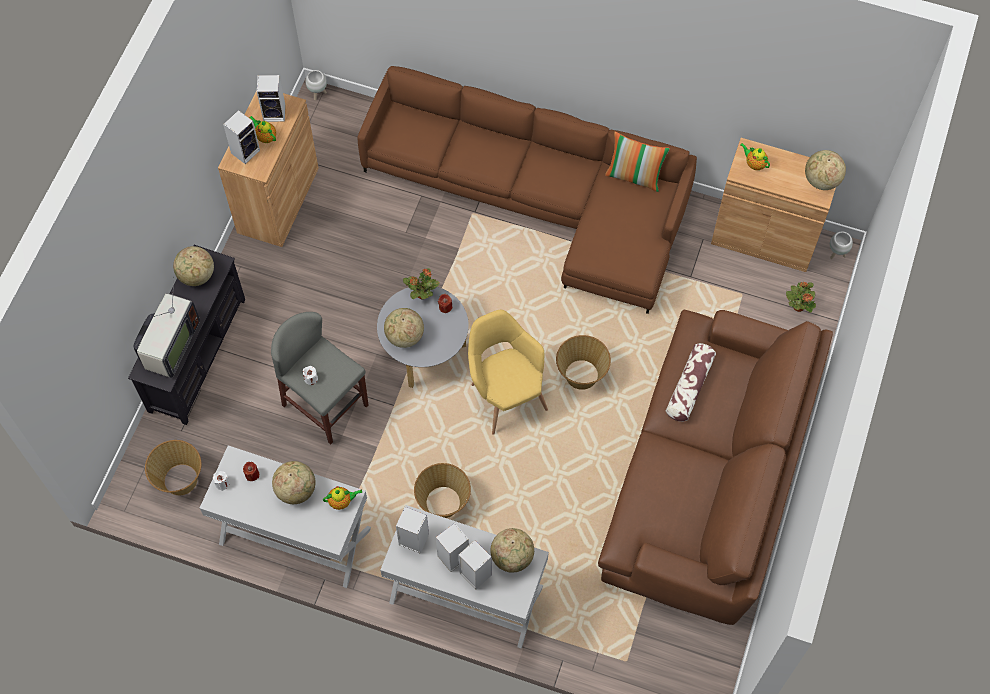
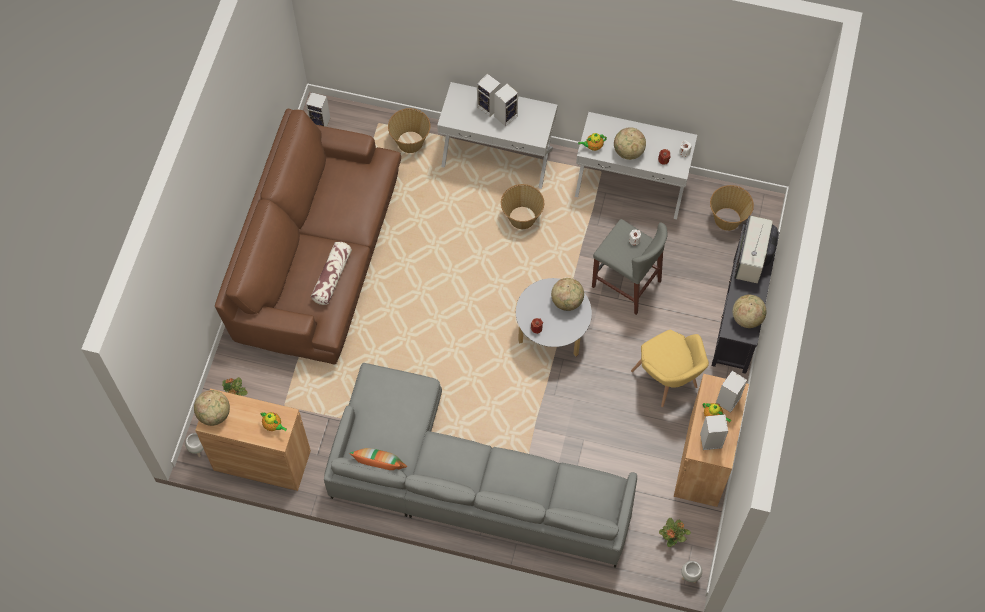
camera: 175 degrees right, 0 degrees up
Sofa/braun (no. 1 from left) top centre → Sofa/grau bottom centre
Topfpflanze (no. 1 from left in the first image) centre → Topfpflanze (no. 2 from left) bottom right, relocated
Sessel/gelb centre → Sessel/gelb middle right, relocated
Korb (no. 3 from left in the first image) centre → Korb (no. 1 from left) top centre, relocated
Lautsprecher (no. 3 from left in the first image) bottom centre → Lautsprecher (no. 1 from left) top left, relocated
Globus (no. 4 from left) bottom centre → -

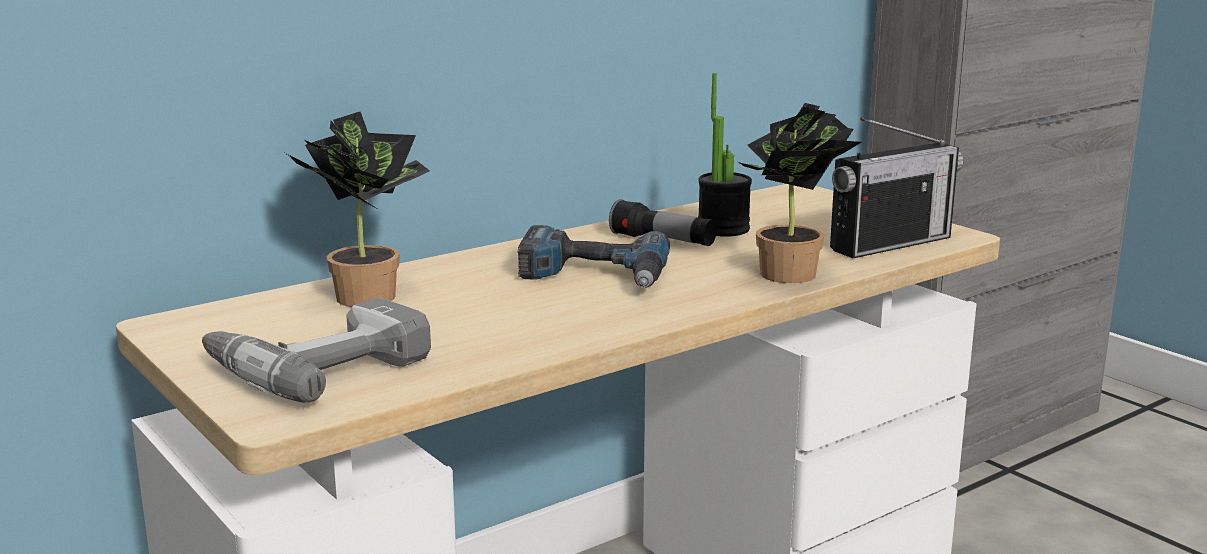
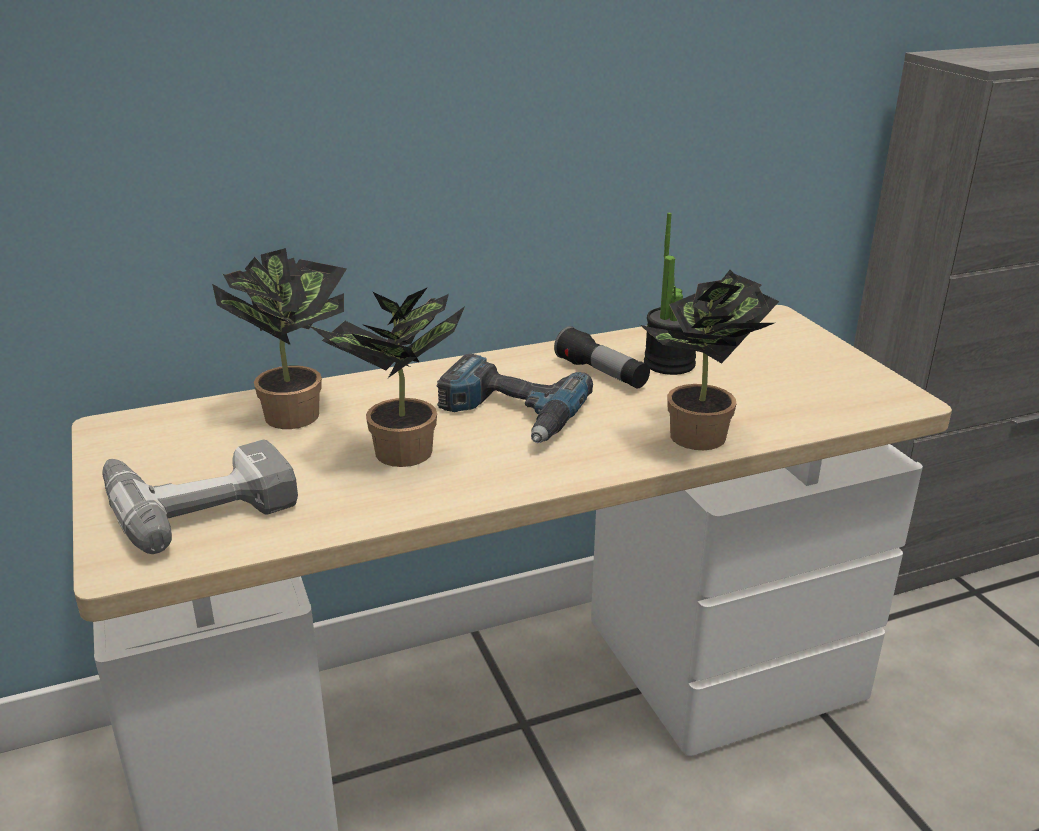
camera: 15 degrees right, 10 degrees up
Radio middle right → -
- → Topfpflanze (no. 2 from left) centre

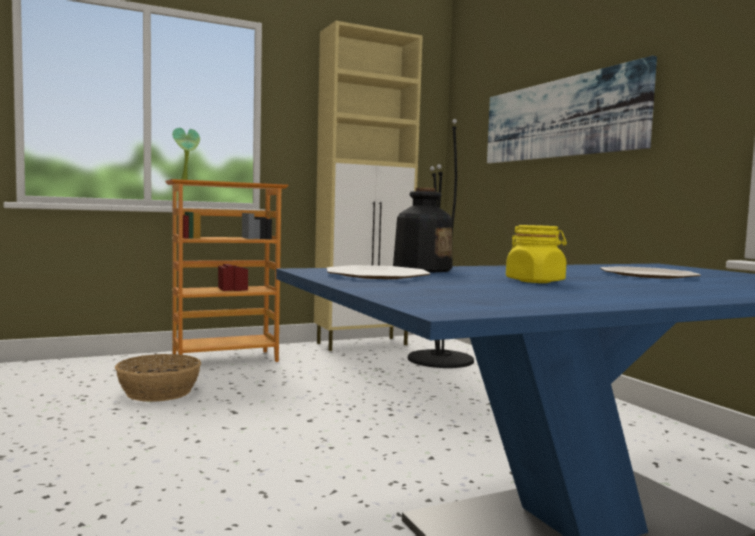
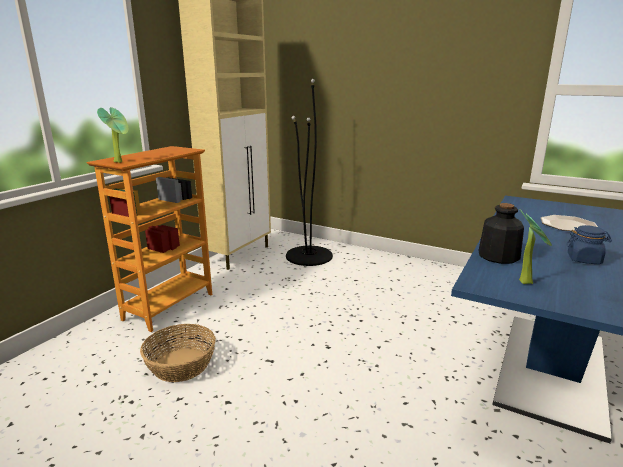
camera: 35 degrees left, 15 degrees up
Bild top right → -
Vorratsglas/gelb middle right → Vorratsglas/blau middle right
Teller (no. 1 from left) centre → Topfpflanze (no. 2 from left) middle right

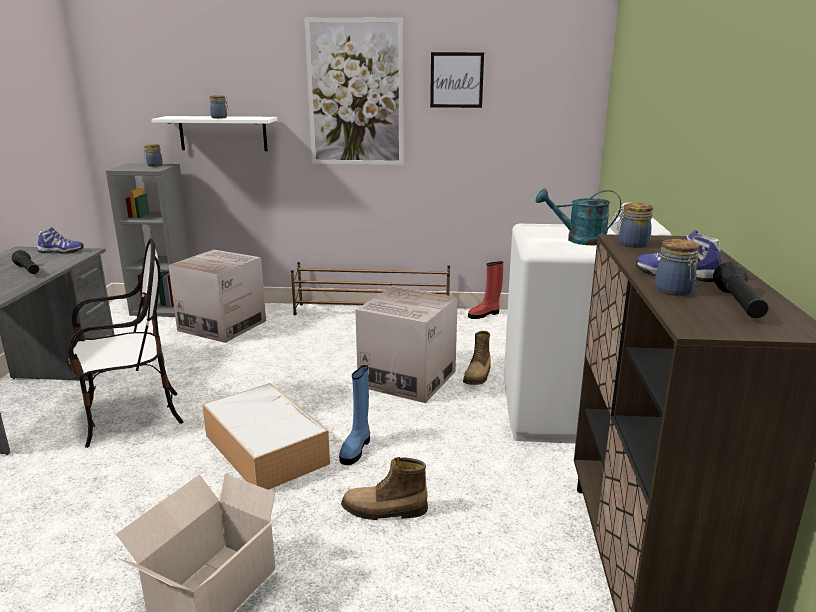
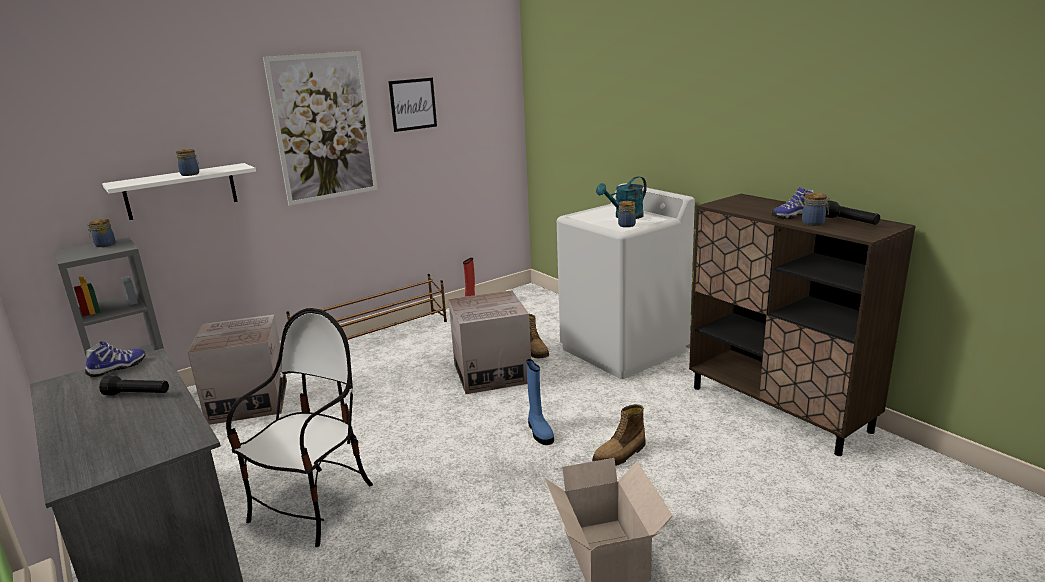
camera: 40 degrees left, 0 degrees up
Vorratsglas (no. 3 from left) middle right → Vorratsglas (no. 3 from left) centre, relocated
Aufbewahrungsbox bottom left → -

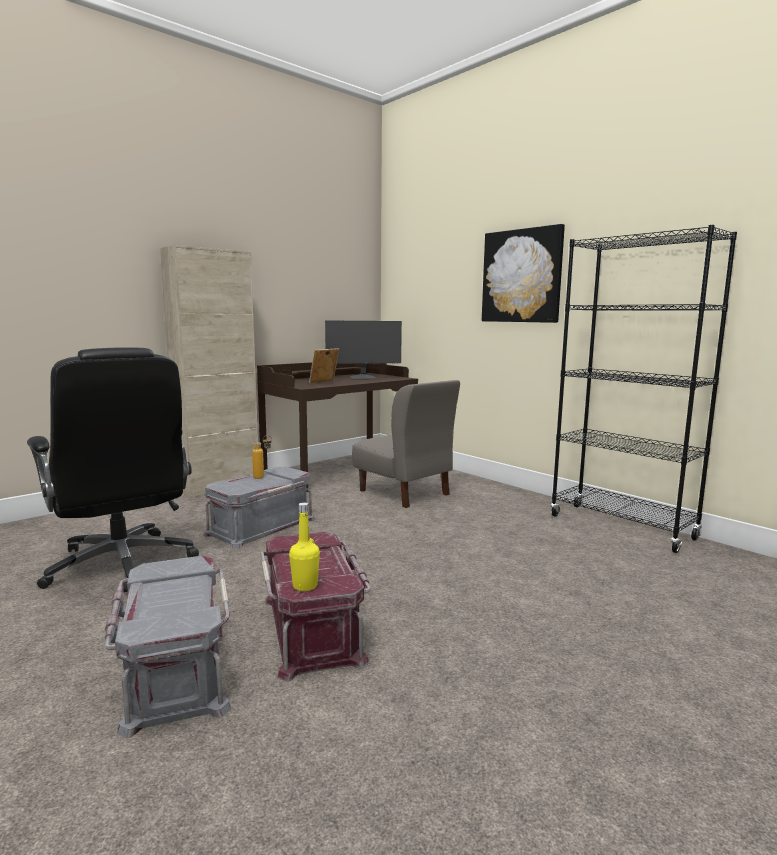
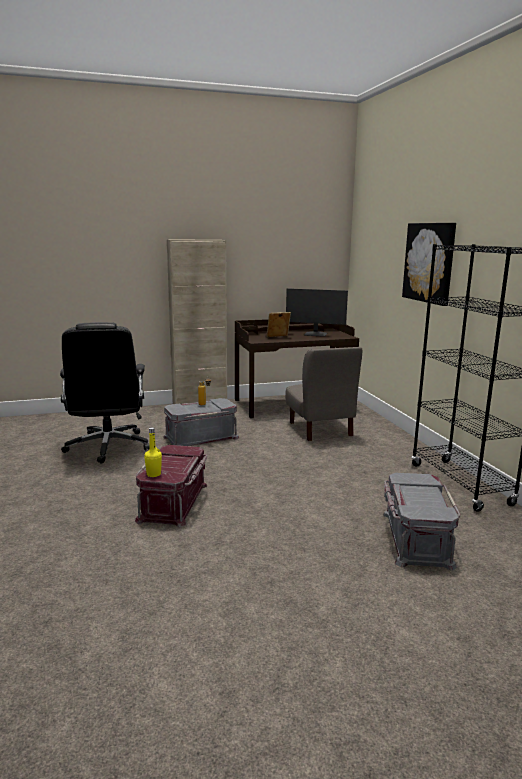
camera: 25 degrees right, 5 degrees up
Aufbewahrungsbox/grau (no. 1 from left in the first image) bottom left → Aufbewahrungsbox/grau (no. 2 from left) bottom right, relocated

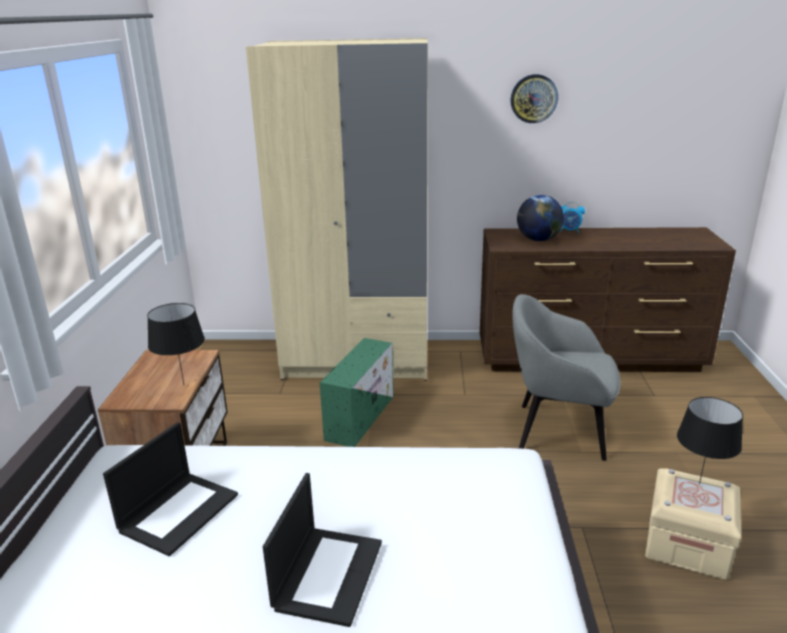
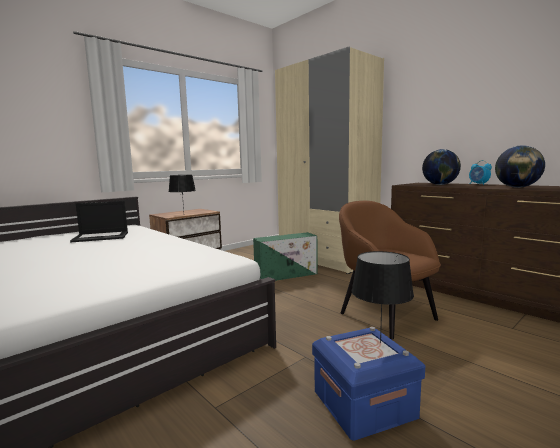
camera: 45 degrees right, 15 degrees down
Wanduhr top right → -
Sessel/grau middle right → Sessel/braun middle right
Aufbewahrungsbox/beige bottom right → Aufbewahrungsbox/blau bottom centre
Laptop (no. 2 from left) bottom centre → -
- → Globus (no. 2 from left) middle right

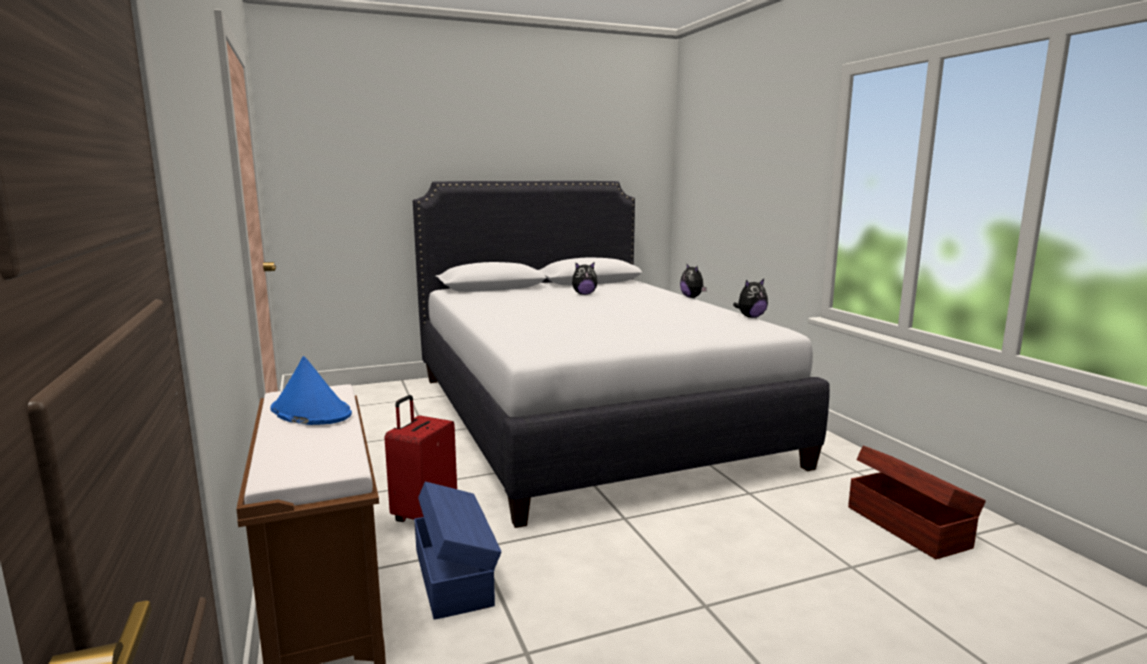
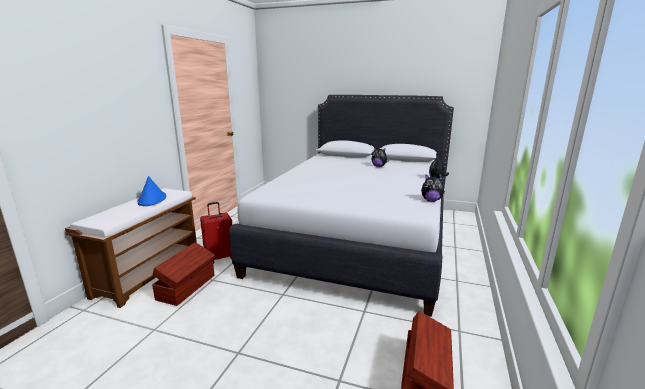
camera: 40 degrees right, 5 degrees up
Aufbewahrungsbox/blau bottom centre → Aufbewahrungsbox/braun (no. 1 from left) bottom left

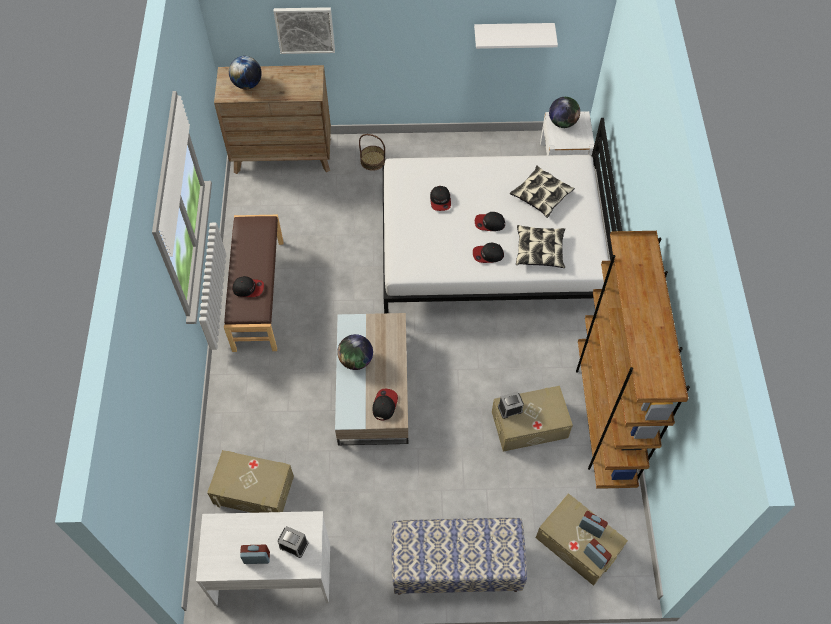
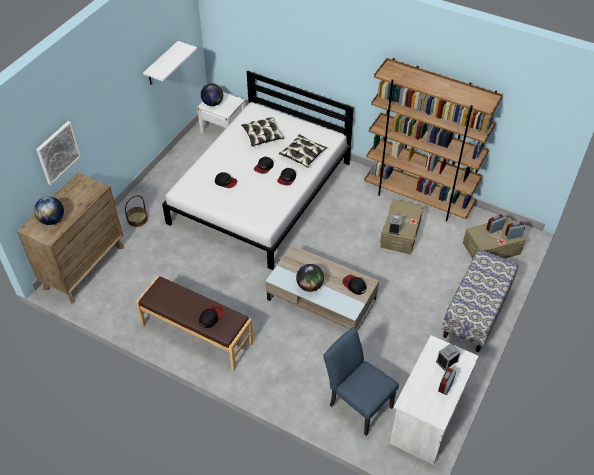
camera: 60 degrees left, 10 degrees down
Aufbewahrungsbox/beige (no. 1 from left) bottom left → Stuhl/blau bottom centre

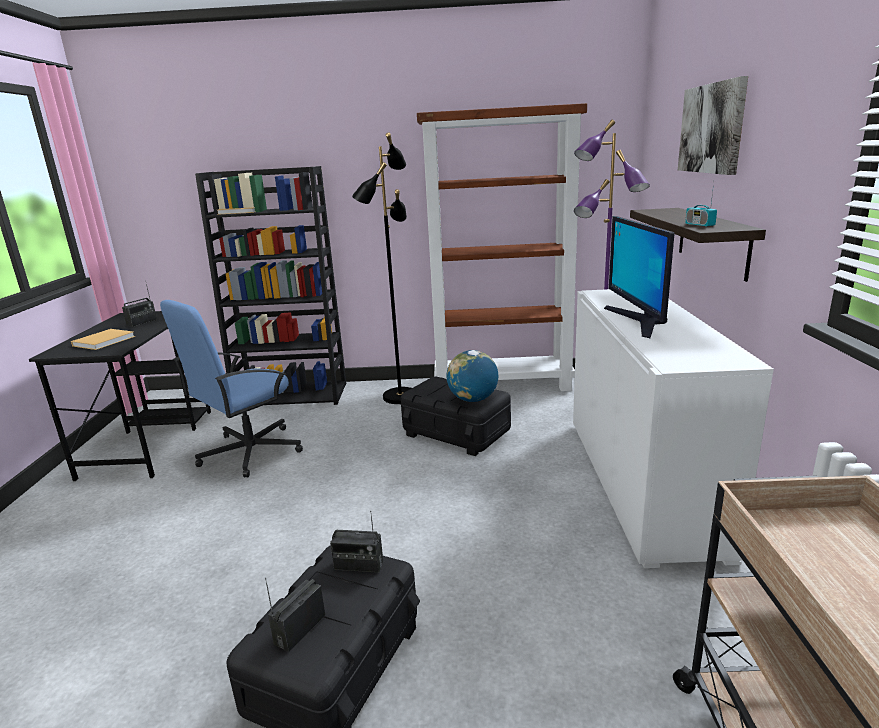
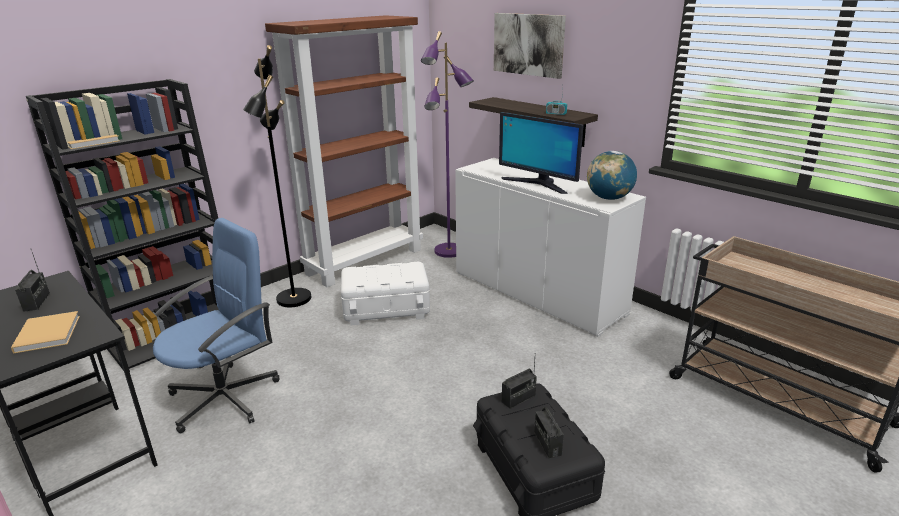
camera: 45 degrees left, 5 degrees up
Bürostuhl/blau middle left, 135 degrees counterclockwise
Globus centre → Globus middle right, relocated
Aufbewahrungsbox/schwarz (no. 2 from left) centre → Aufbewahrungsbox/weiß centre

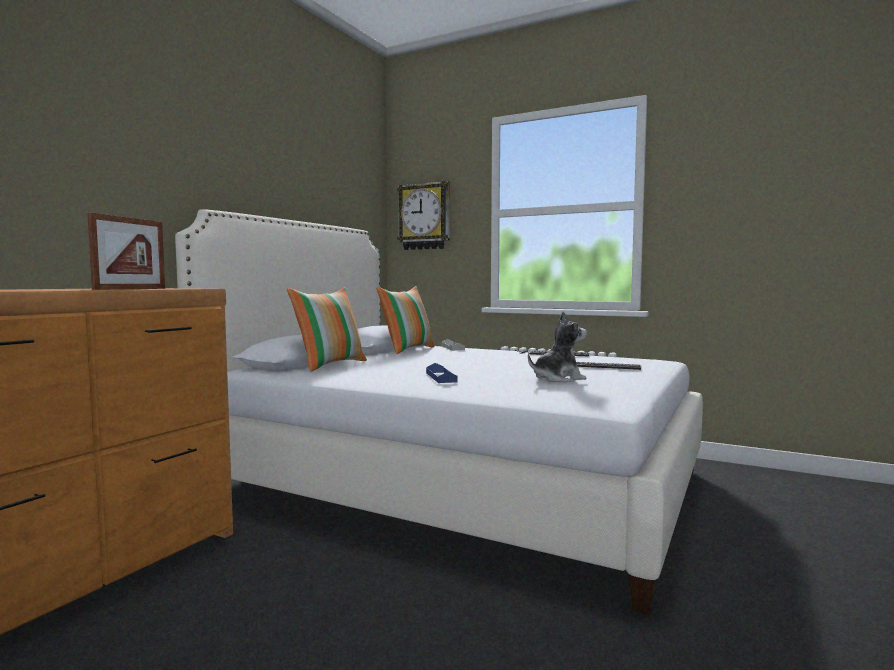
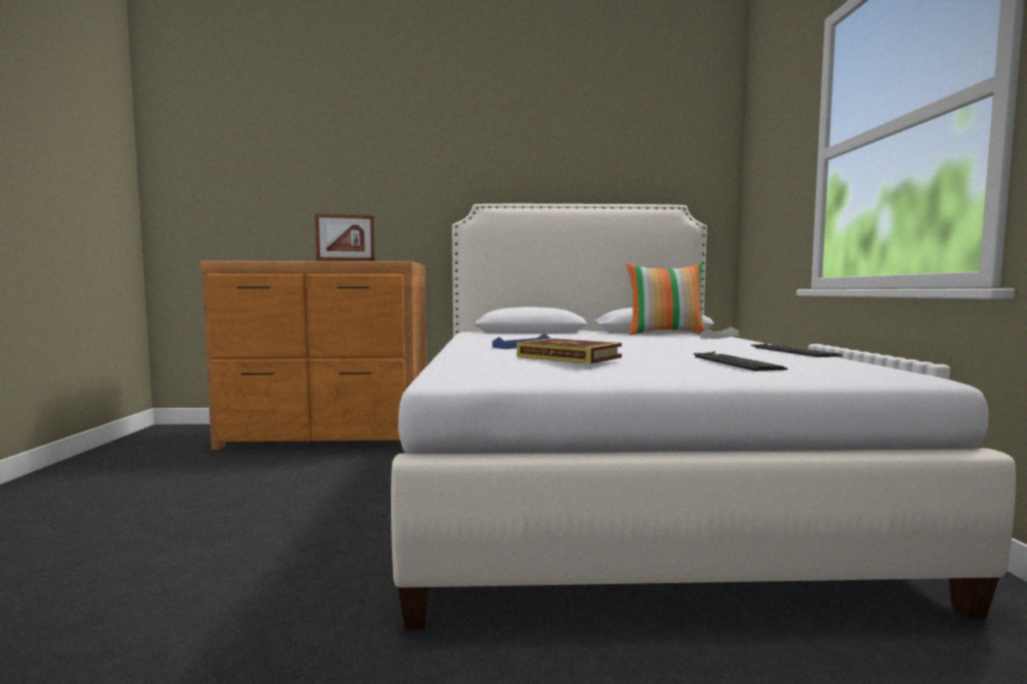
camera: 60 degrees right, 0 degrees up
Wanduhr top centre → -
Kissen (no. 1 from left) centre → -
Plüschtier centre → Buch centre

